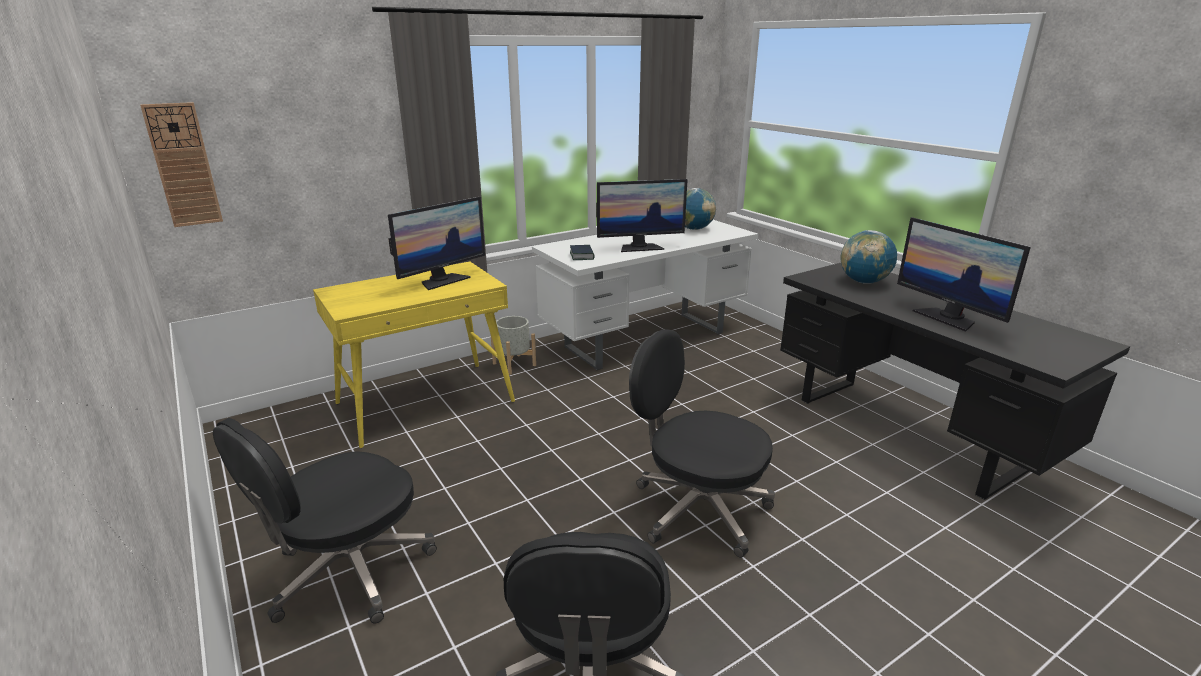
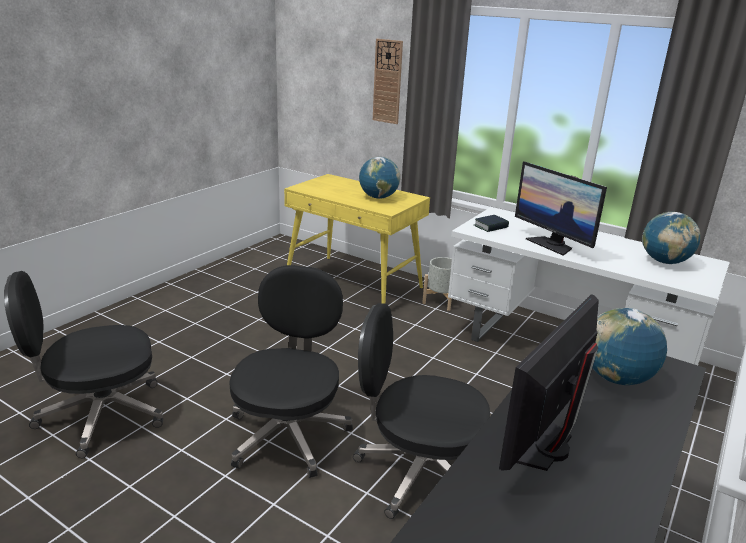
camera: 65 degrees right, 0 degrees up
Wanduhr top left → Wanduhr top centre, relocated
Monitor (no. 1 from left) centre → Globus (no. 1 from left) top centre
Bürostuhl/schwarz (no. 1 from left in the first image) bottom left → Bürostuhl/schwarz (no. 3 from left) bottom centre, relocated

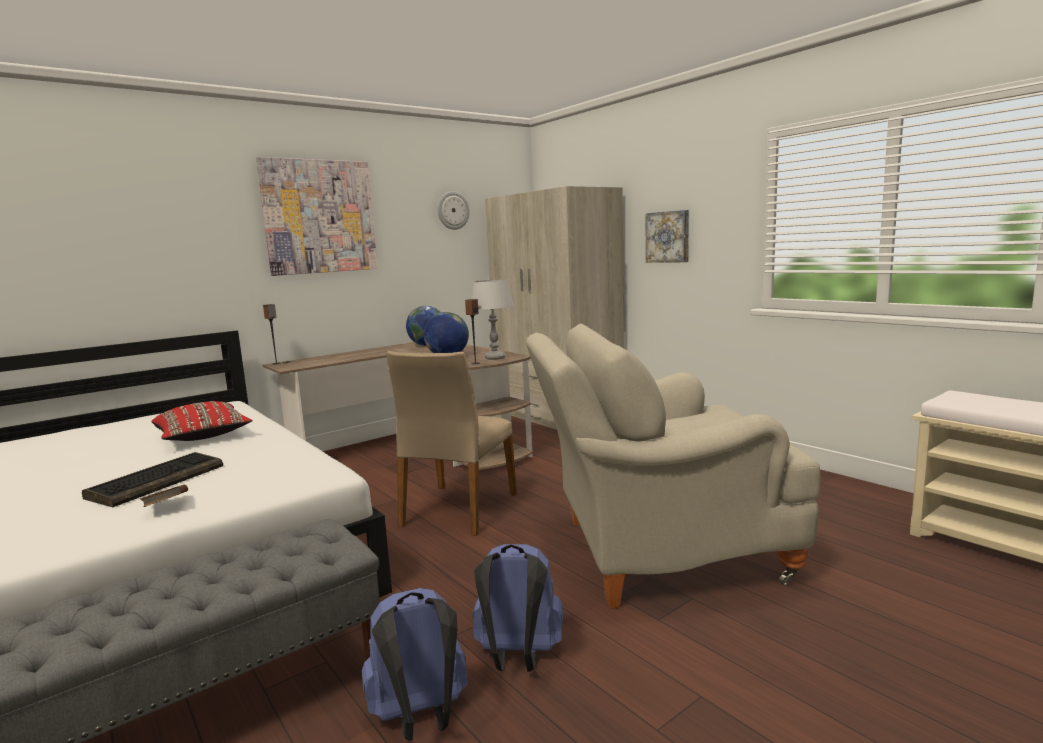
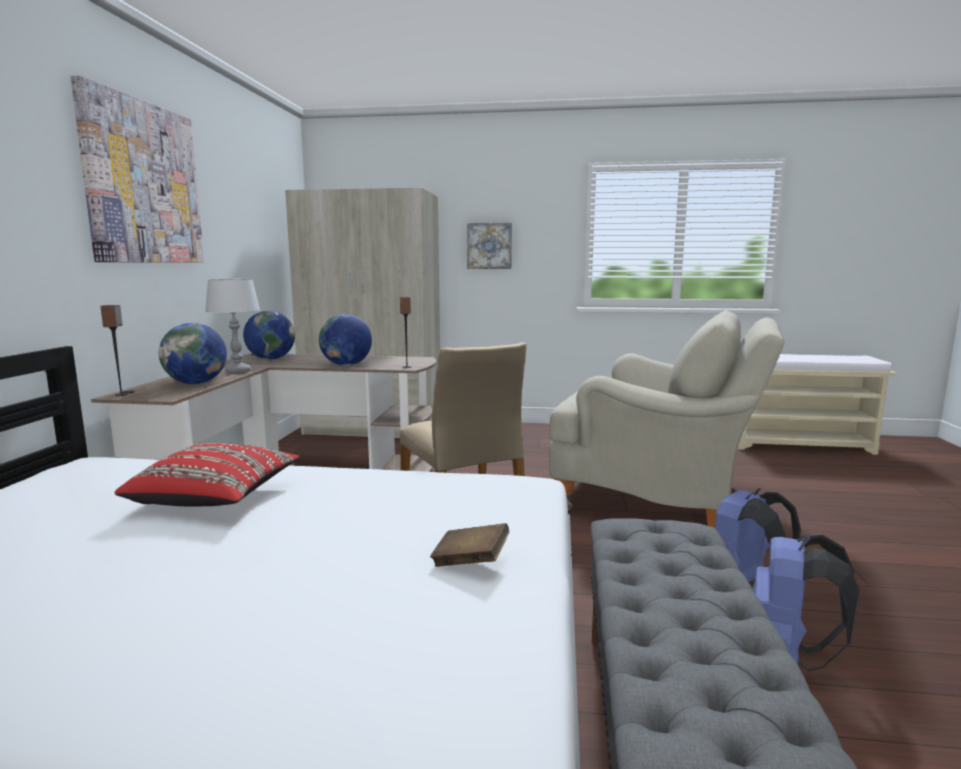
camera: 45 degrees left, 0 degrees up
Wanduhr top centre → -
Tischlampe/grau centre → Tischlampe/grau middle left, relocated
Sessel/beige centre → Sessel/beige middle right, 105 degrees counterclockwise
Tastatur middle left → -
- → Globus (no. 1 from left) middle left

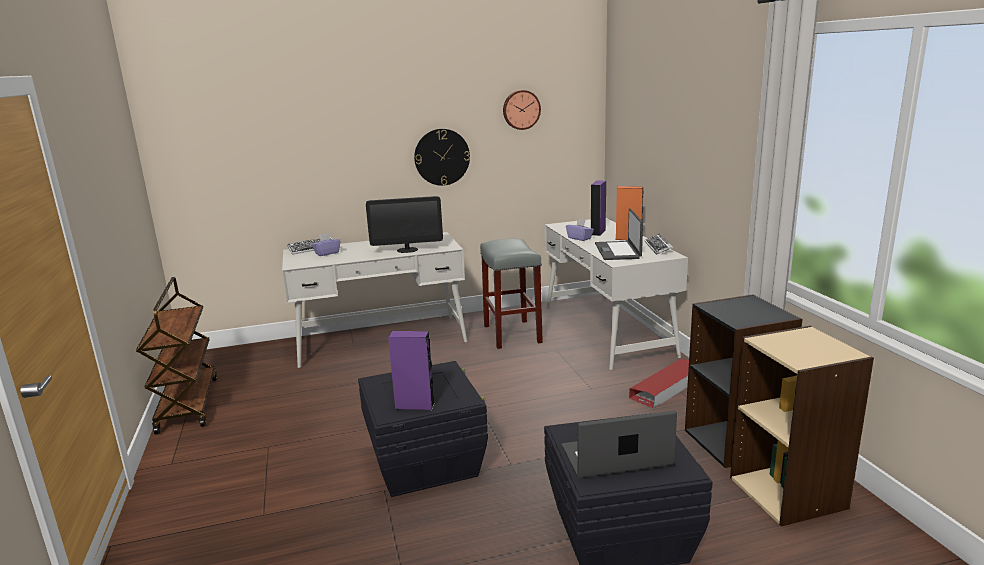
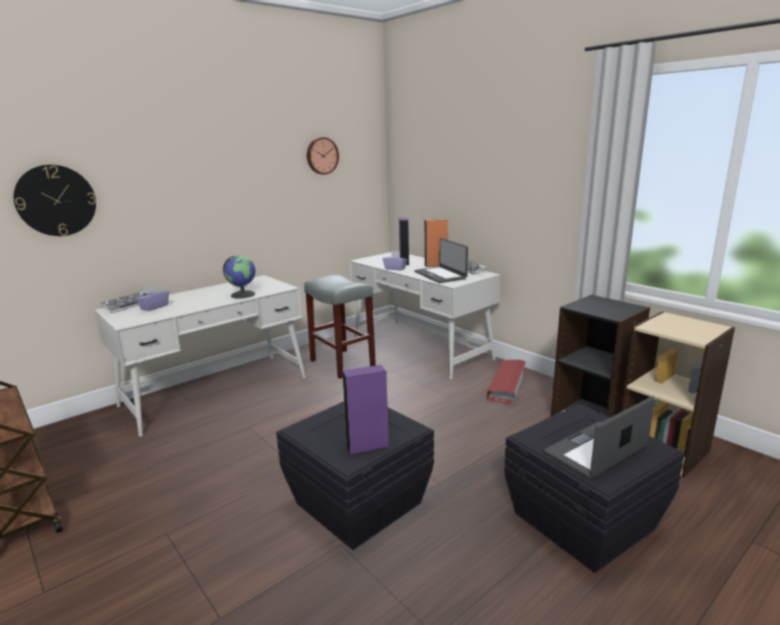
camera: 25 degrees left, 0 degrees up
Wanduhr (no. 1 from left) top centre → Wanduhr (no. 1 from left) top left, relocated
Monitor centre → Globus middle left

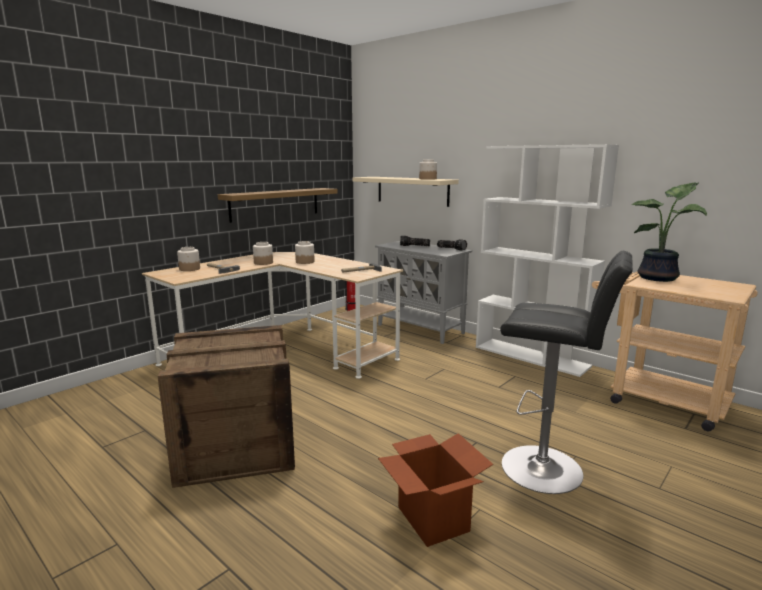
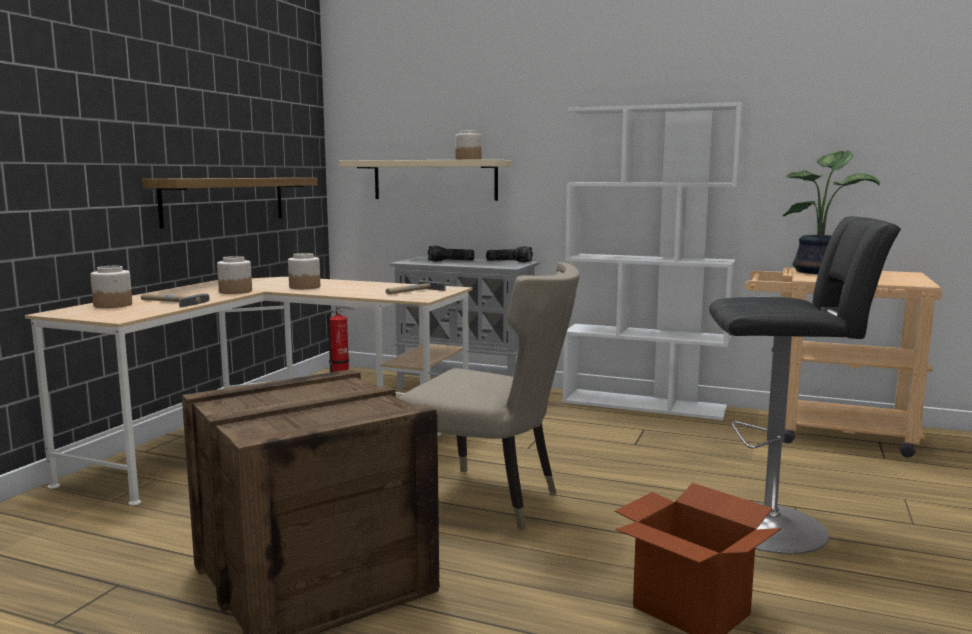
camera: 20 degrees left, 5 degrees down
- → Stuhl/beige centre

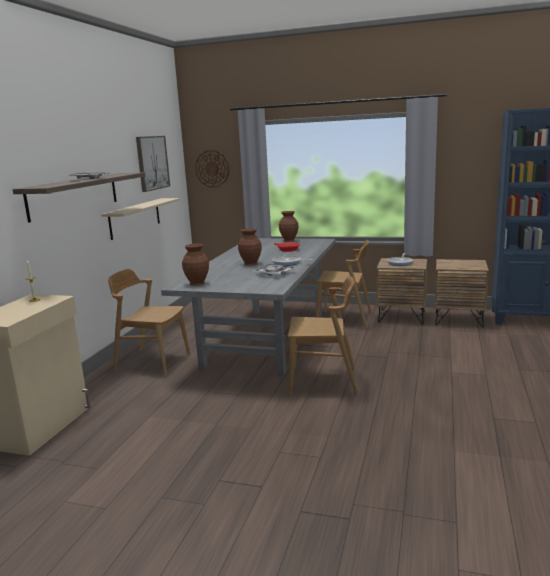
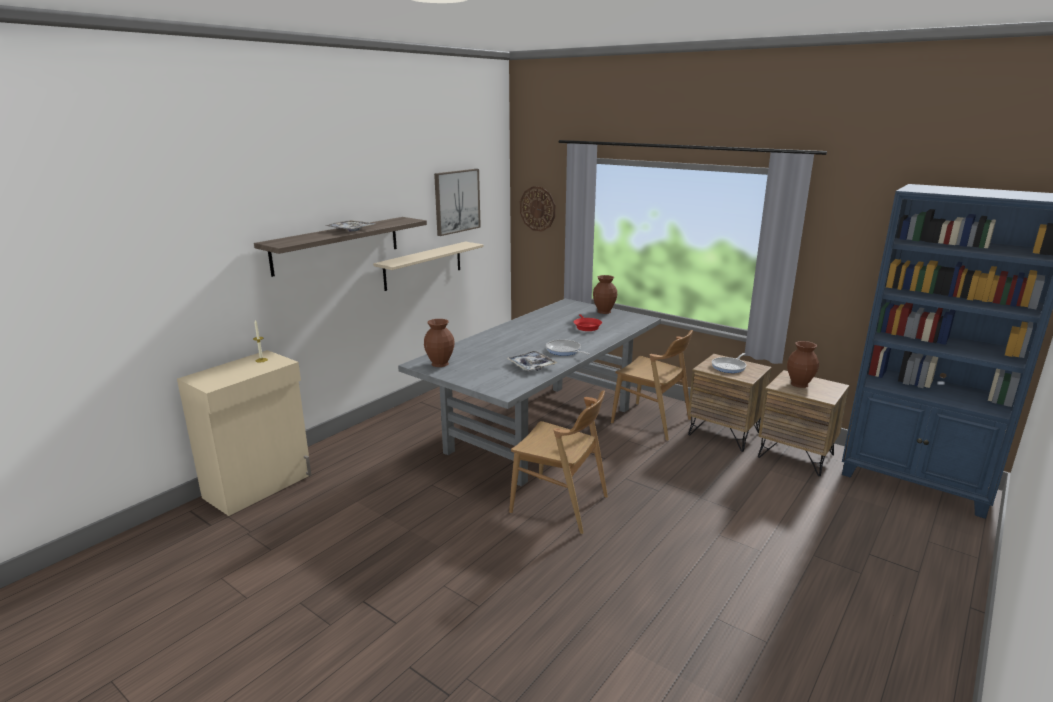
camera: 20 degrees right, 5 degrees up
Vase/braun (no. 2 from left in the first image) centre → Vase/braun (no. 3 from left) middle right, relocated
Stuhl/braun (no. 1 from left) middle left → -

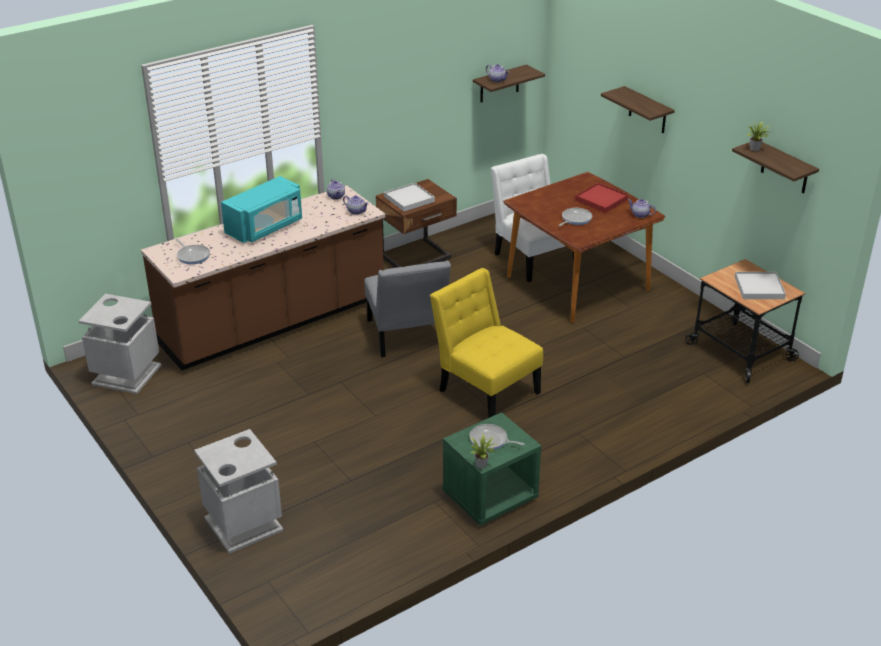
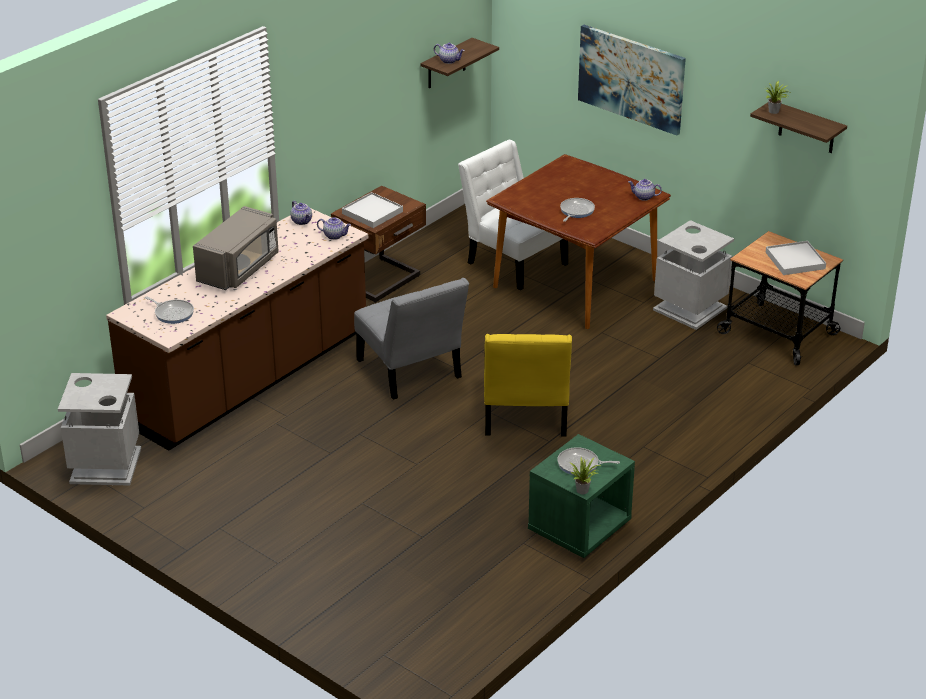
camera: 15 degrees left, 0 degrees up
Wandregal (no. 2 from left) top right → Bild top right
Mikrowelle/türkis top left → Mikrowelle/grau middle left
Tablett/rot top right → -
Stuhl/gelb centre, 120 degrees counterclockwise
Mülleimer/grau (no. 2 from left) bottom left → Mülleimer/grau (no. 2 from left) middle right, relocated

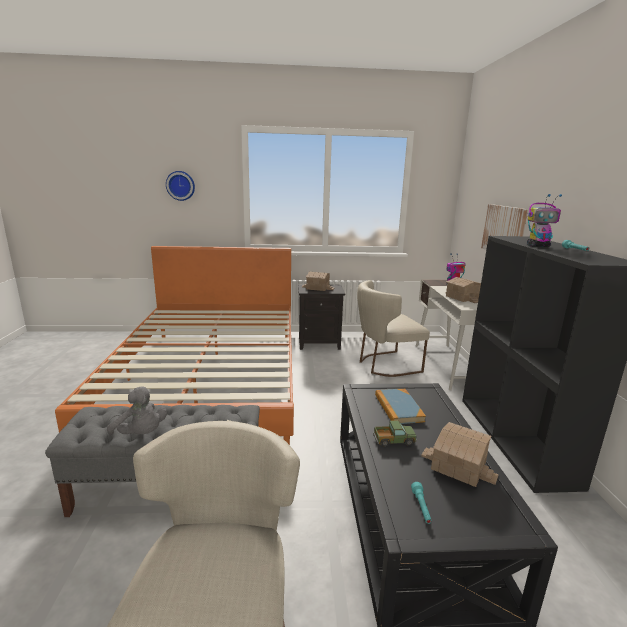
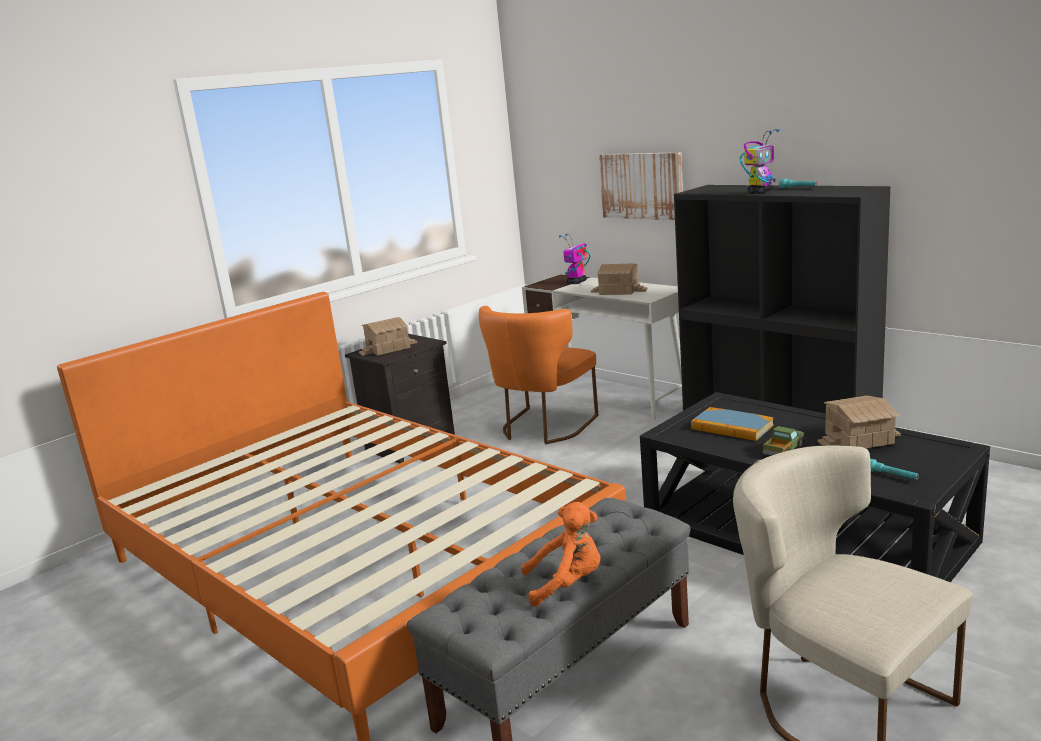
camera: 40 degrees left, 0 degrees up
Wanduhr top left → -
Stuhl/beige (no. 2 from left) centre → Stuhl/orange centre
Plüschtier/grau middle left → Plüschtier/orange bottom centre

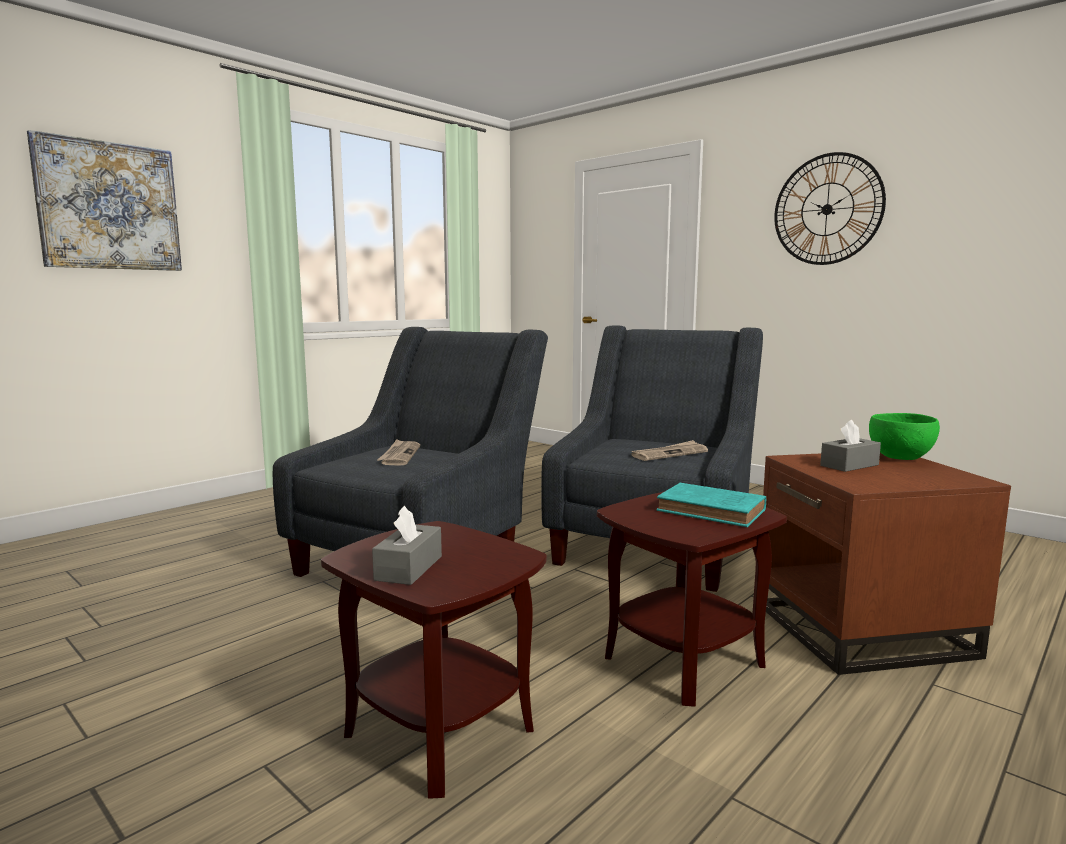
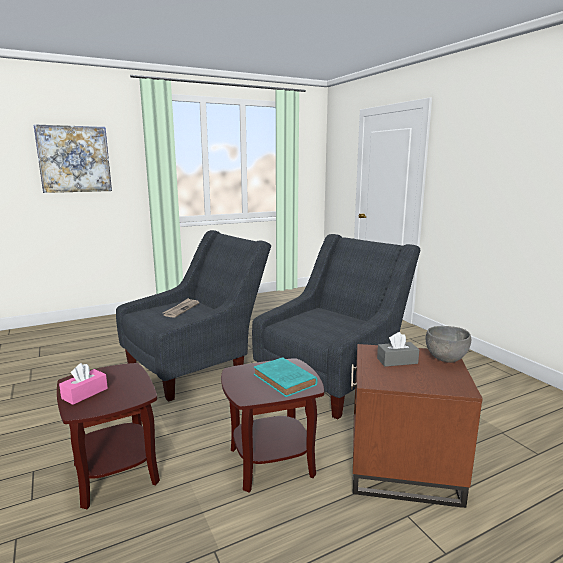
camera: 20 degrees right, 5 degrees up
Wanduhr top right → -
Schüssel/grün middle right → Schüssel/grau middle right
Zeitung (no. 2 from left) centre → -
Taschentuchbox/grau (no. 1 from left) centre → Taschentuchbox/rosa bottom left

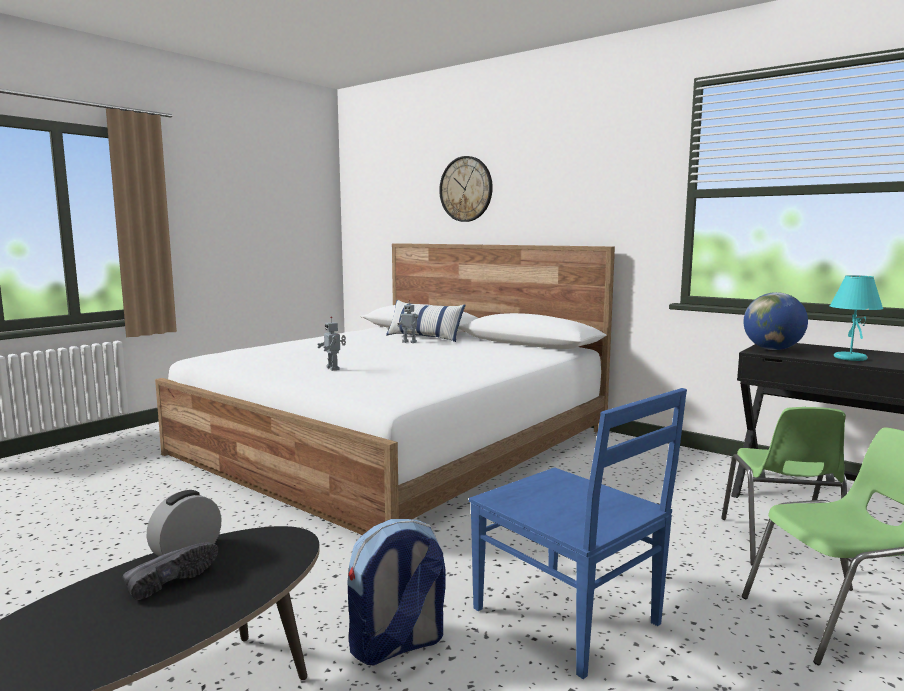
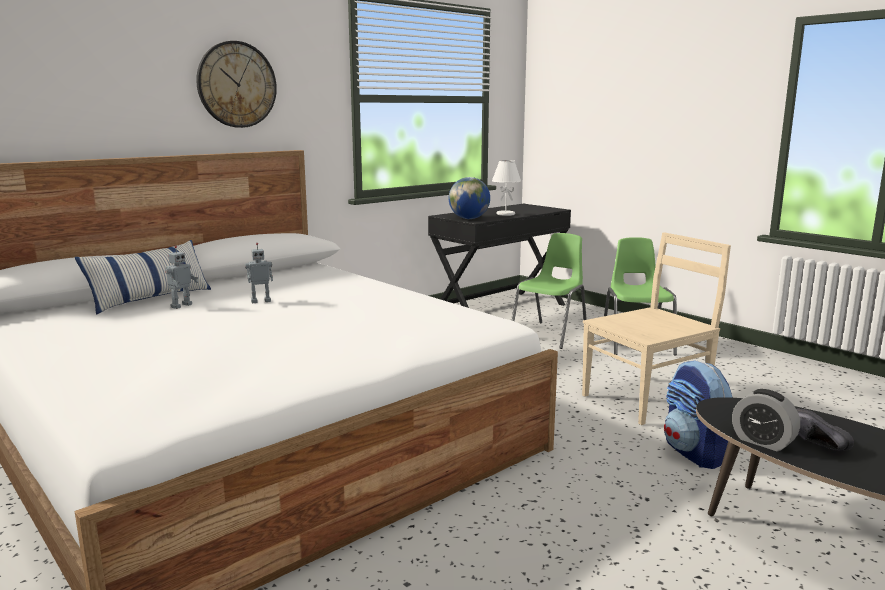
camera: 80 degrees left, 5 degrees up
Wanduhr top centre → Wanduhr top left, relocated
Tischlampe/türkis middle right → Tischlampe/weiß top centre
Spielzeugroboter (no. 1 from left in the first image) centre → Spielzeugroboter (no. 2 from left) middle left, relocated
Stuhl/blau bottom centre → Stuhl/beige middle right
Stuhl/grün (no. 1 from left) bottom right → Stuhl/grün (no. 1 from left) centre, 75 degrees counterclockwise

